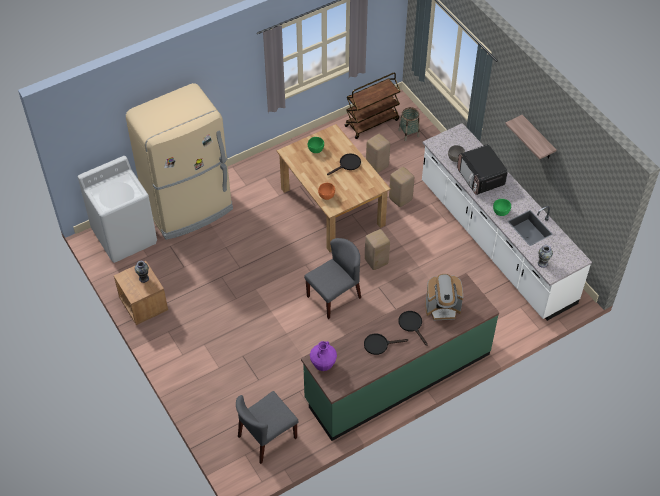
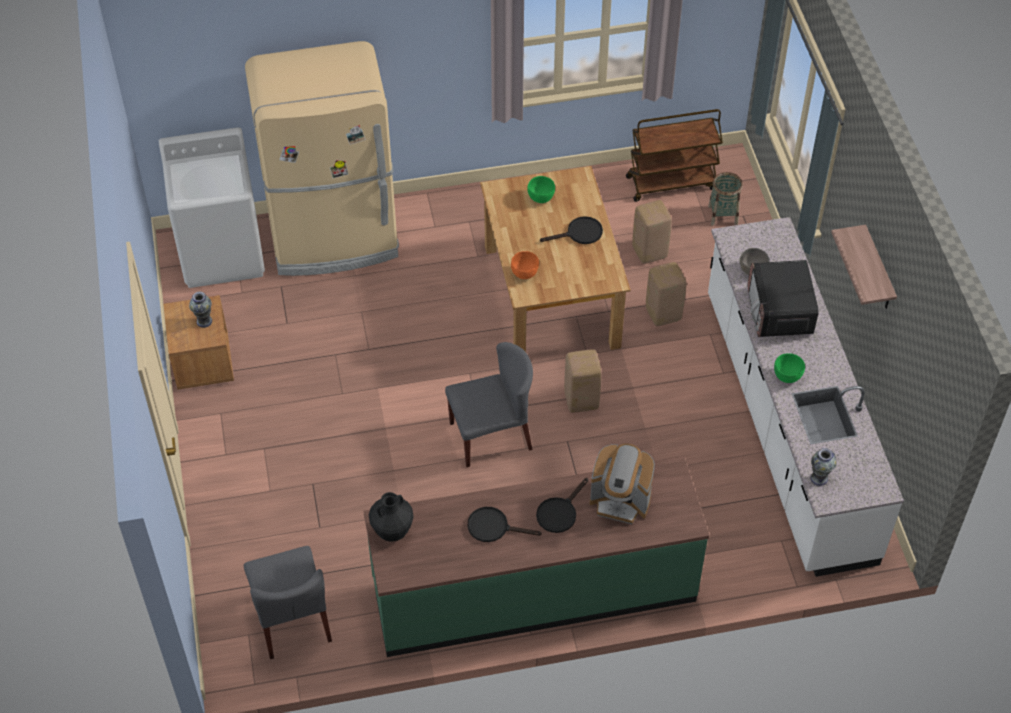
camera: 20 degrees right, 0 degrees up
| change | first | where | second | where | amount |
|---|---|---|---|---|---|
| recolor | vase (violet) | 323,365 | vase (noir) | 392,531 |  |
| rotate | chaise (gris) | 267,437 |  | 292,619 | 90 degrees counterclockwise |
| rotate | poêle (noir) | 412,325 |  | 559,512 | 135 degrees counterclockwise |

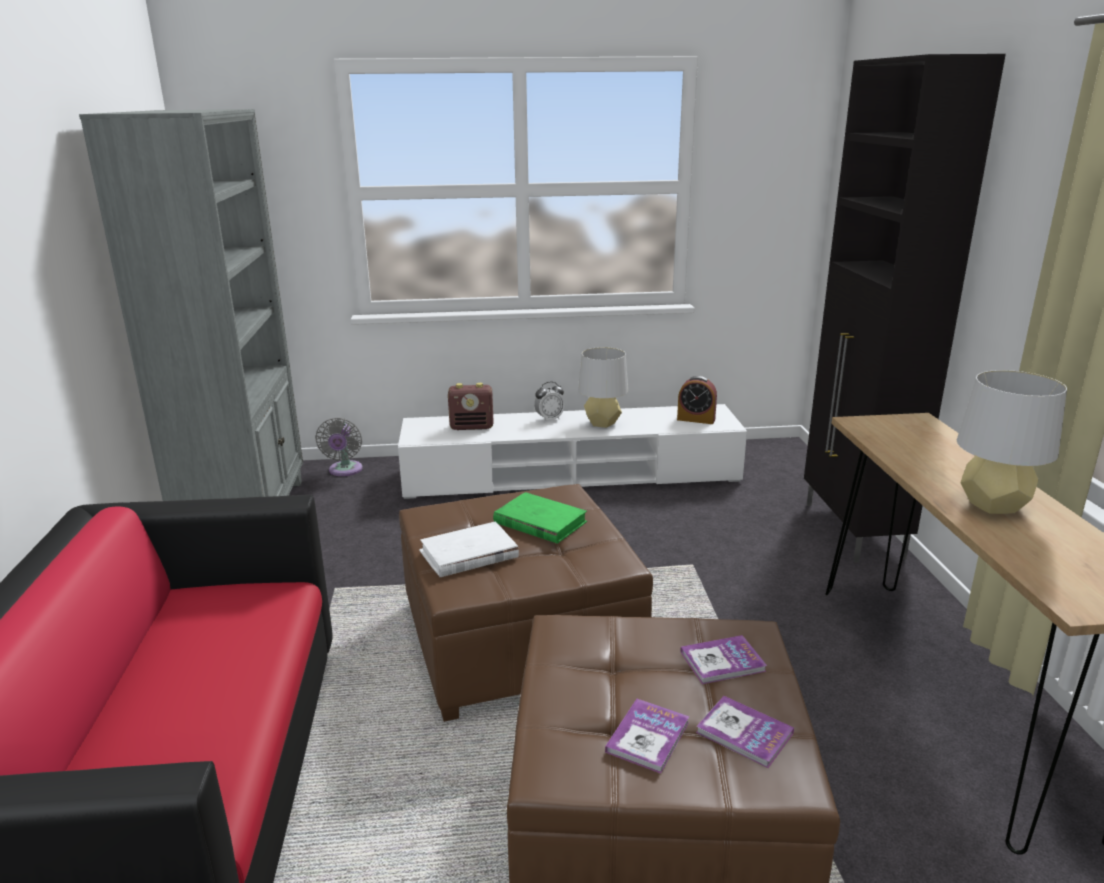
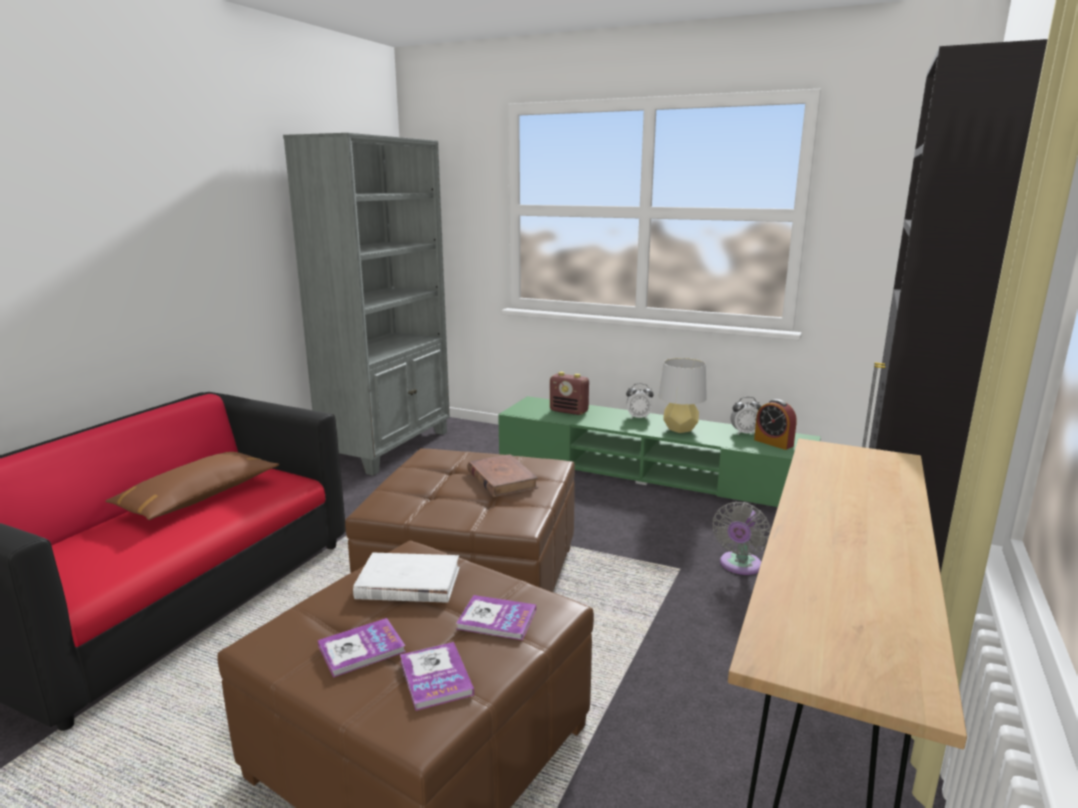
camera: 30 degrees right, 5 degrees down
| change | first | where | second | where | amount |
|---|---|---|---|---|---|
| delete | lampe de table (gris) | 993,505 |  |  |  |
| insert |  |  | coussin (marron) | 198,497 |  |
| insert |  |  | réveil | 744,433 |  |
| move | ventilateur (gris) | 345,471 |  | 739,566 |  |
| move | livre (blanc) | 468,554 |  | 408,583 |  |
| recolor | meuble télé (blanc) | 571,475 | meuble télé (vert) | 650,472 |  |
| recolor | livre (vert) | 539,522 | livre (marron) | 501,479 |  |

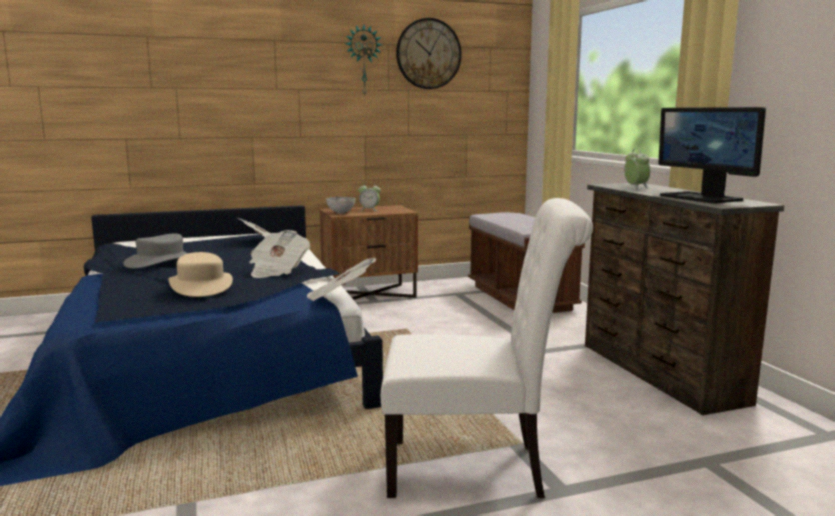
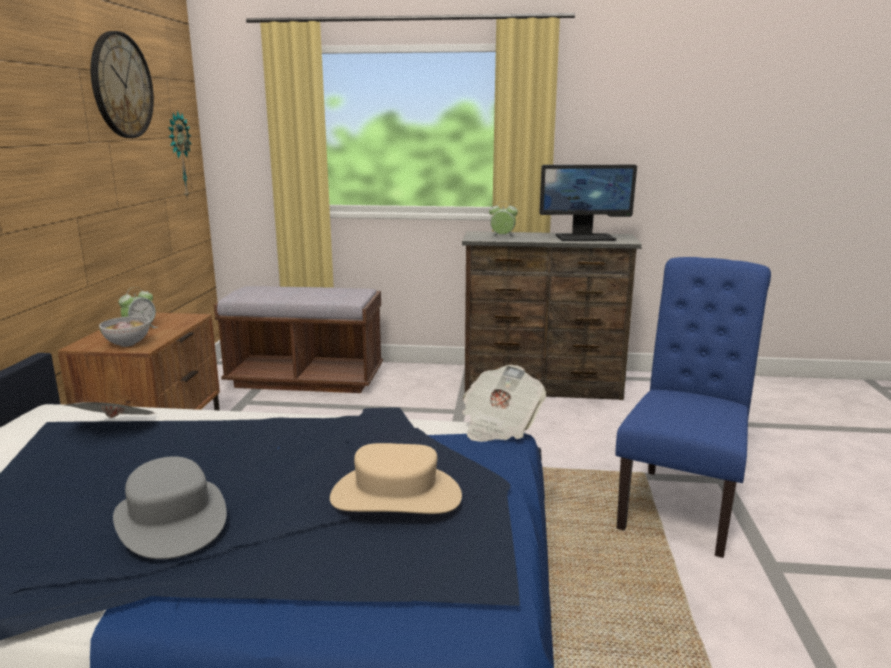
camera: 65 degrees left, 5 degrees up
| change | first | where | second | where | amount |
|---|---|---|---|---|---|
| delete | journal | 277,271 |  |  |  |
| move | horloge murale | 363,60 |  | 178,155 |  |
| recolor | chaise (blanc) | 476,469 | chaise (bleu) | 681,504 |  |

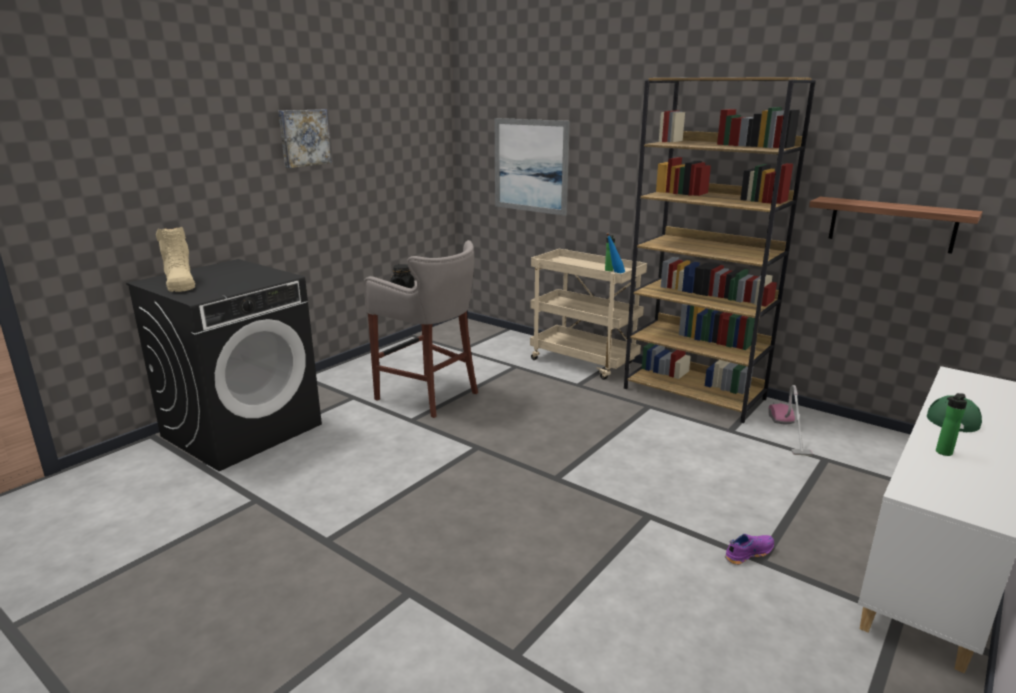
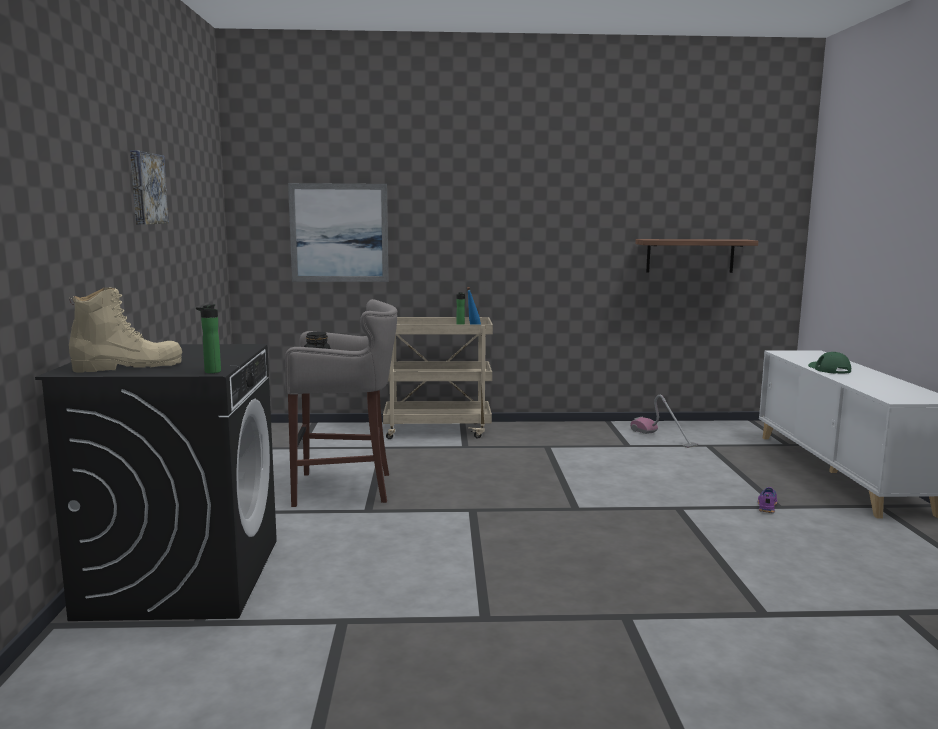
camera: 40 degrees left, 10 degrees down
| change | first | where | second | where | amount |
|---|---|---|---|---|---|
| delete | bibliothèque (marron) | 694,394 |  |  |  |
| move | bouteille | 942,453 |  | 211,372 |  |
| rotate | botte (beige) | 180,283 |  | 128,366 | 45 degrees counterclockwise |

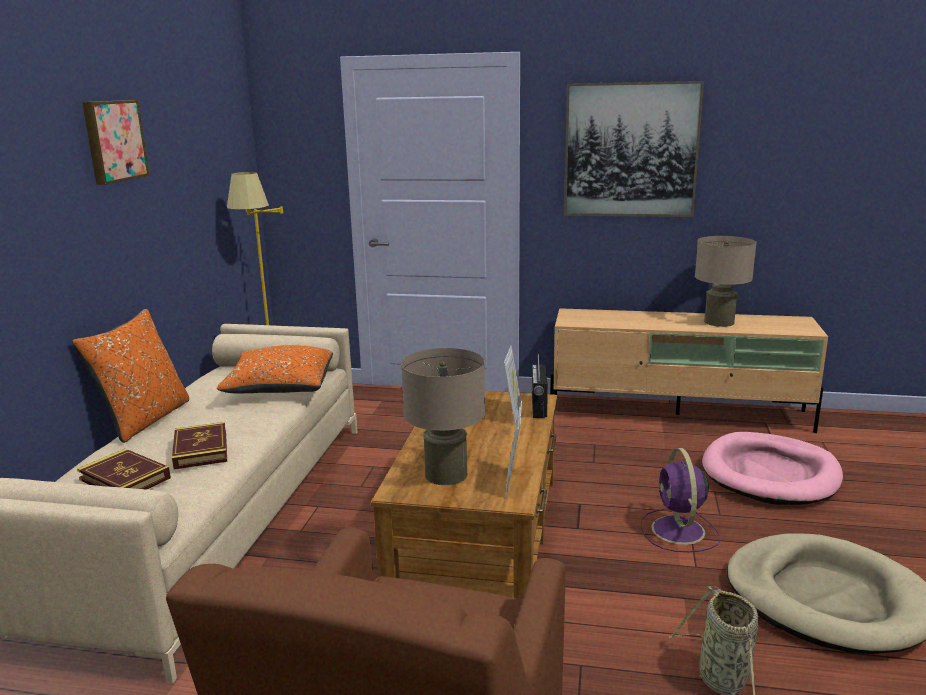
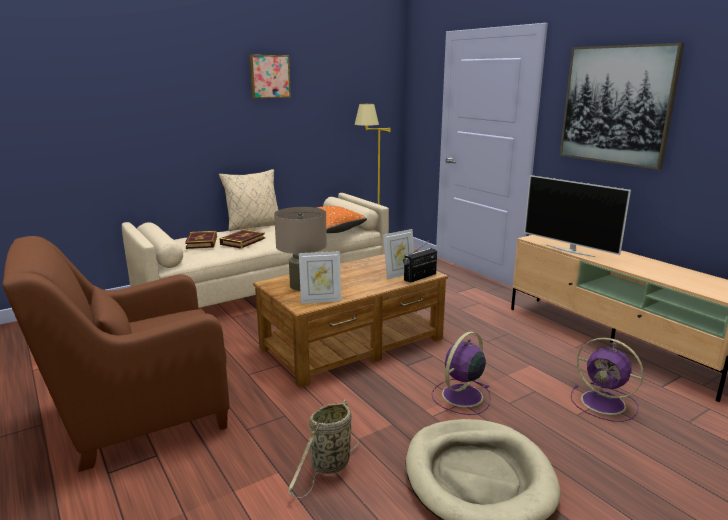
camera: 45 degrees right, 0 degrees up
| change | first | where | second | where | amount |
|---|---|---|---|---|---|
| delete | lampe de table (beige) | 719,322 |  |  |  |
| insert |  |  | téléviseur | 570,250 |  |
| replace | panier pour chien (rose) | 770,474 | ventilateur (violet) | 605,403 |  |
| recolor | coussin (orange) | 145,420 | coussin (beige) | 254,226 |  |
| rotate | cadre photo | 514,483 |  | 320,300 | 150 degrees counterclockwise |

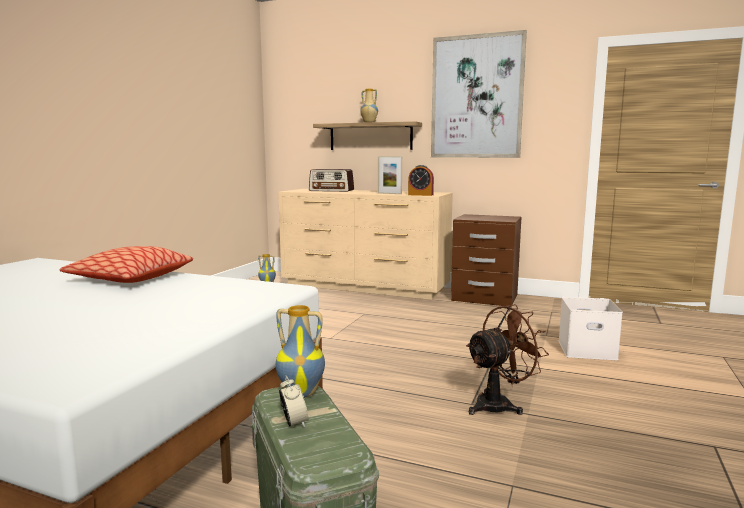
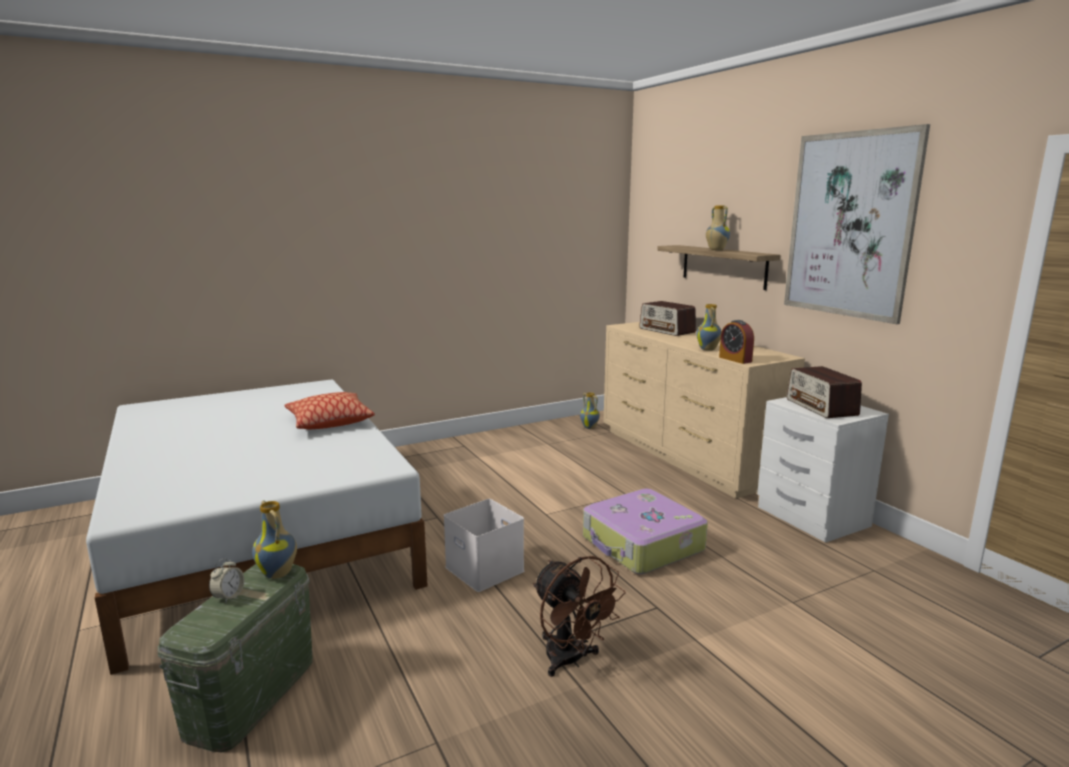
camera: 40 degrees right, 5 degrees up
| change | first | where | second | where | amount |
|---|---|---|---|---|---|
| insert |  |  | valise | 642,545 |  |
| insert |  |  | radio | 821,407 |  |
| move | boîte de rangement (blanc) | 587,349 |  | 486,569 |  |
| replace | cadre photo | 389,193 | vase | 708,349 |  |
| recolor | table de chevet (marron) | 484,298 | table de chevet (blanc) | 811,517 |  |
| rotate | ventilateur (marron) | 499,404 |  | 571,660 | 45 degrees clockwise |

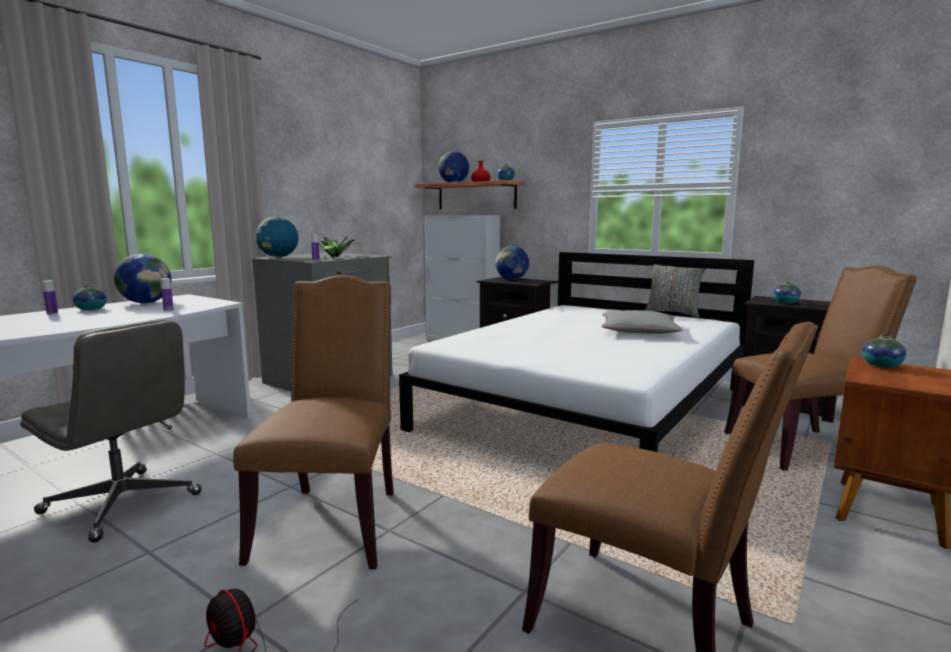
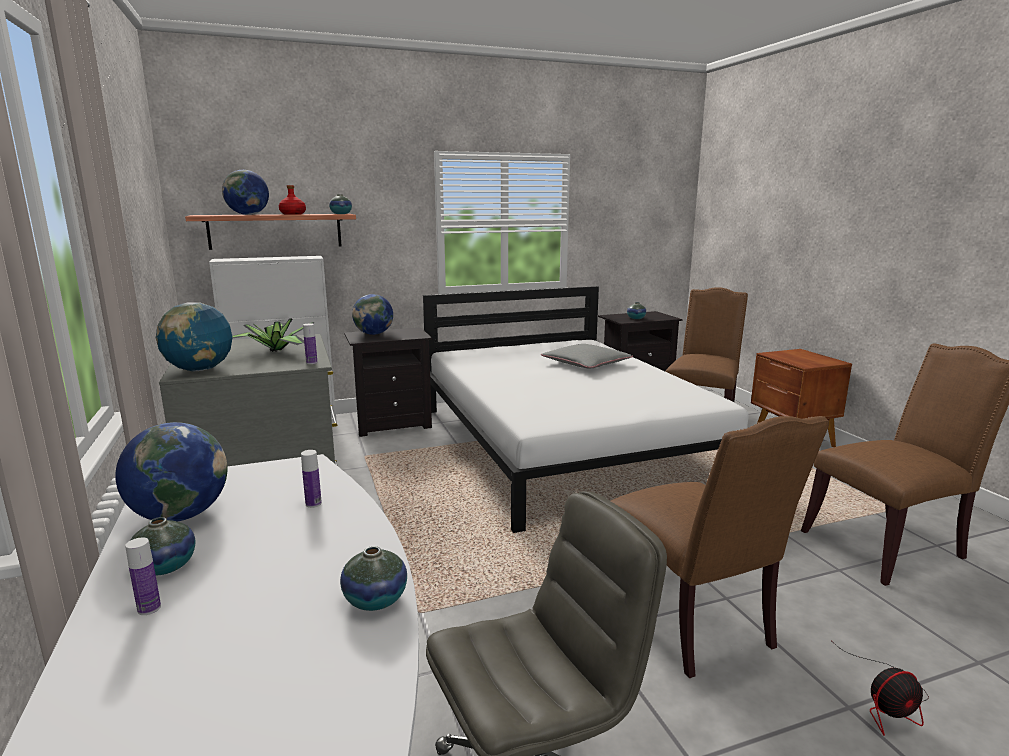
camera: 55 degrees left, 5 degrees up
| change | first | where | second | where | amount |
|---|---|---|---|---|---|
| delete | coussin (gris) | 673,314 |  |  |  |
| move | vase | 881,365 |  | 375,600 |  |
| rotate | chaise (marron) | 332,521 |  | 691,622 | 150 degrees counterclockwise |

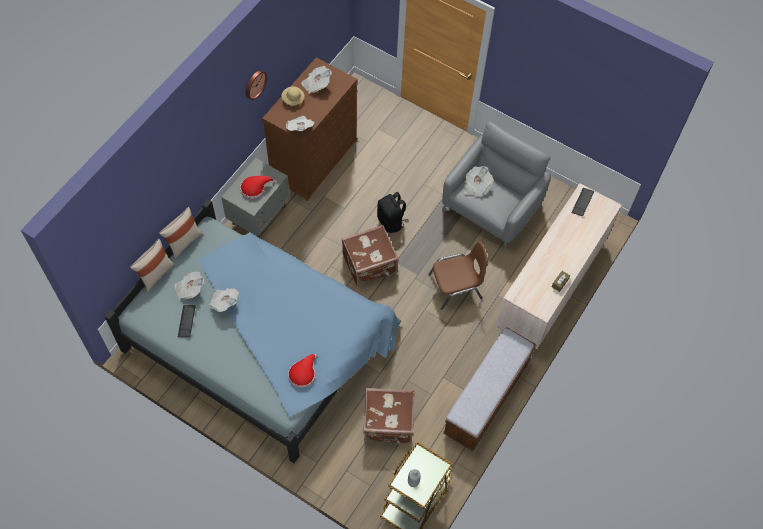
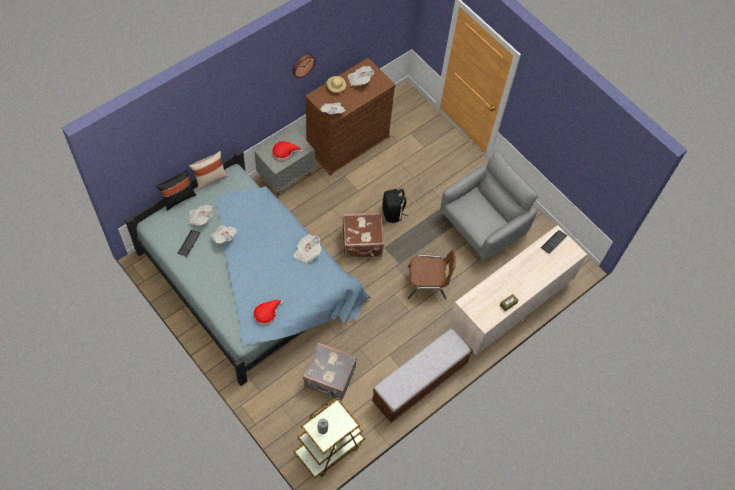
camera: 15 degrees right, 0 degrees up
| change | first | where | second | where | amount |
|---|---|---|---|---|---|
| move | journal | 476,186 |  | 307,252 |  |
| recolor | coussin (beige) | 155,274 | coussin (noir) | 178,198 |  |
| recolor | valise (marron) | 388,423 | valise (gris) | 329,378 |  |

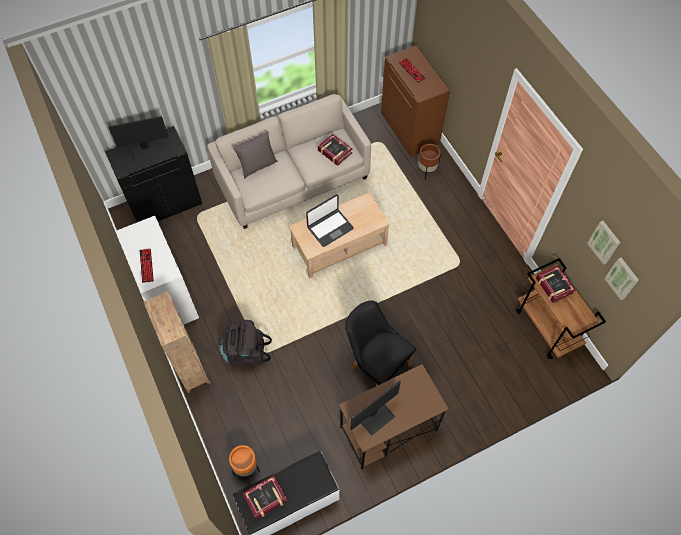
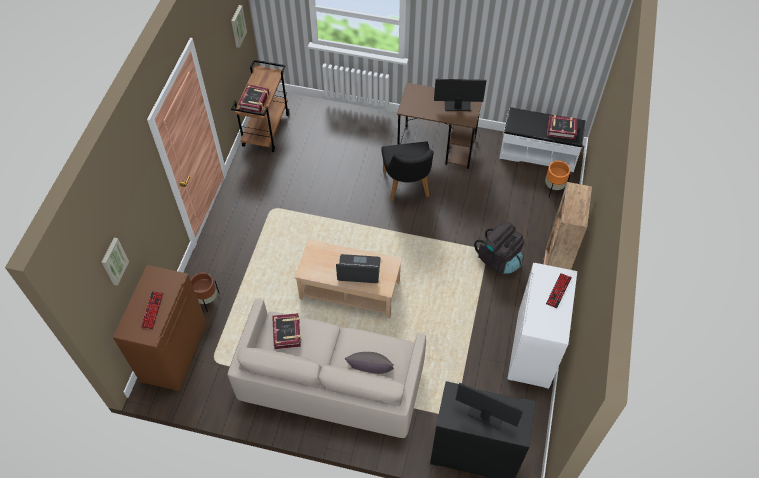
camera: 140 degrees left, 5 degrees down
| change | first | where | second | where | amount |
|---|---|---|---|---|---|
| move | tableau | 605,242 |  | 113,261 |  |

